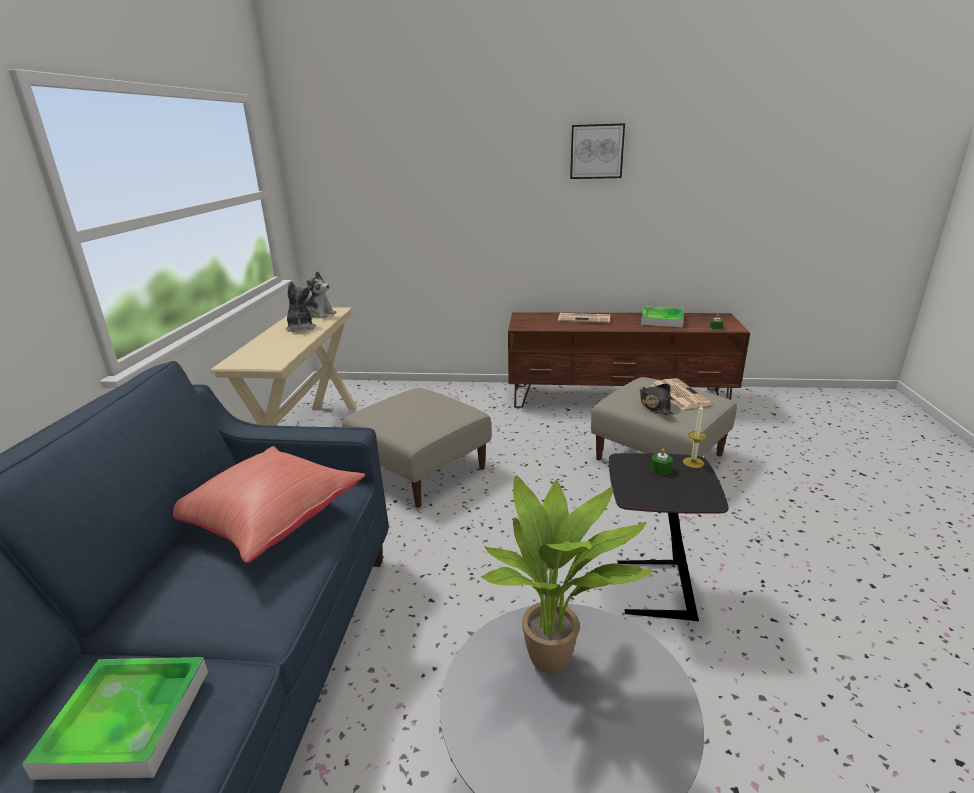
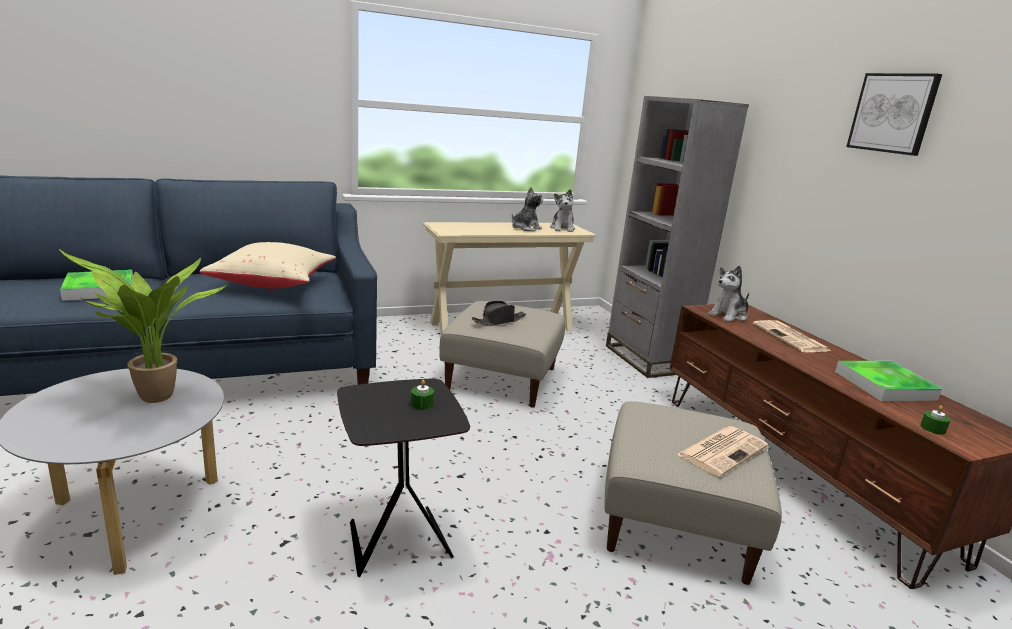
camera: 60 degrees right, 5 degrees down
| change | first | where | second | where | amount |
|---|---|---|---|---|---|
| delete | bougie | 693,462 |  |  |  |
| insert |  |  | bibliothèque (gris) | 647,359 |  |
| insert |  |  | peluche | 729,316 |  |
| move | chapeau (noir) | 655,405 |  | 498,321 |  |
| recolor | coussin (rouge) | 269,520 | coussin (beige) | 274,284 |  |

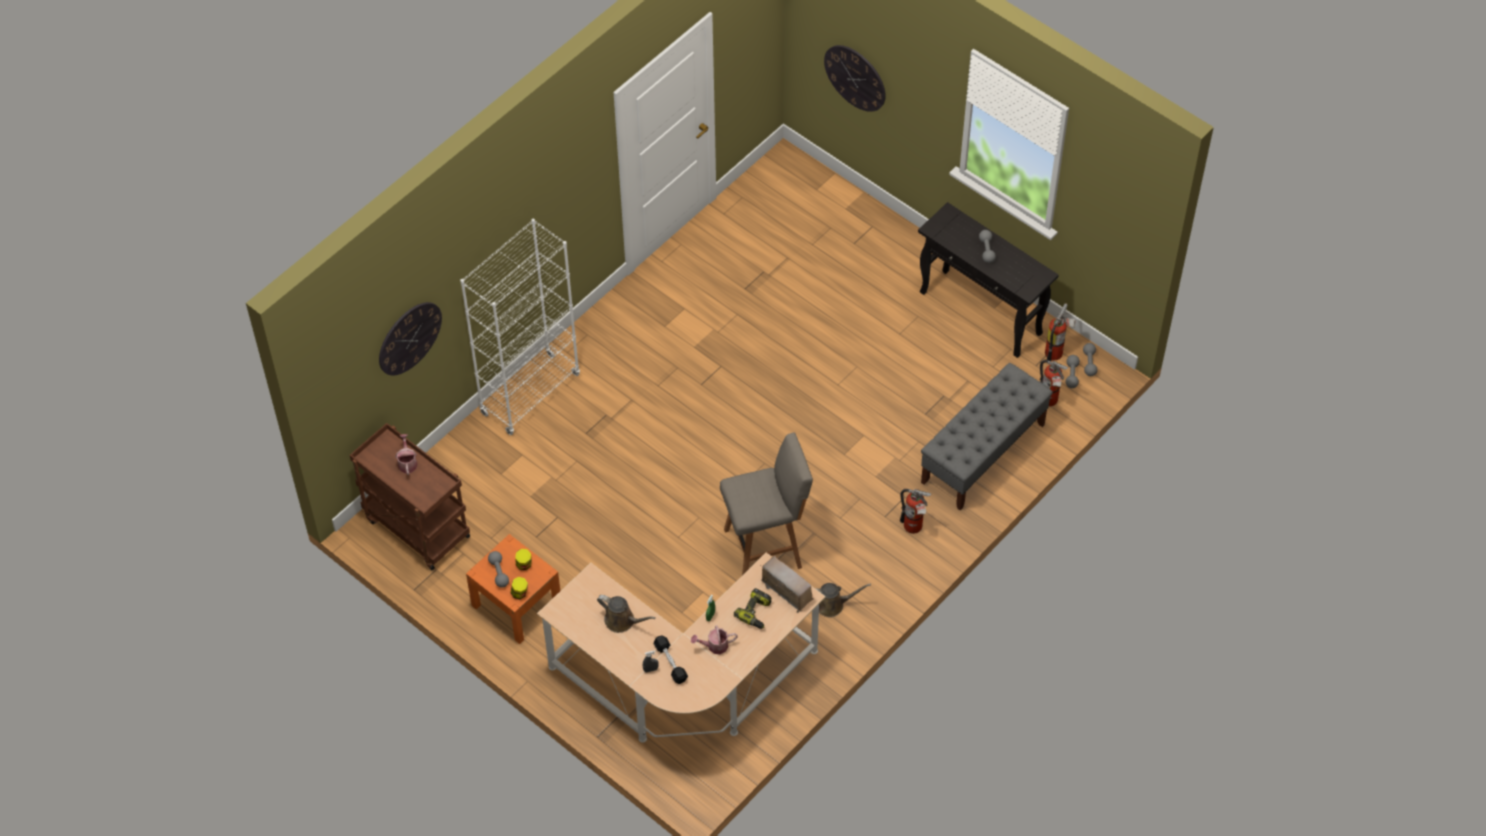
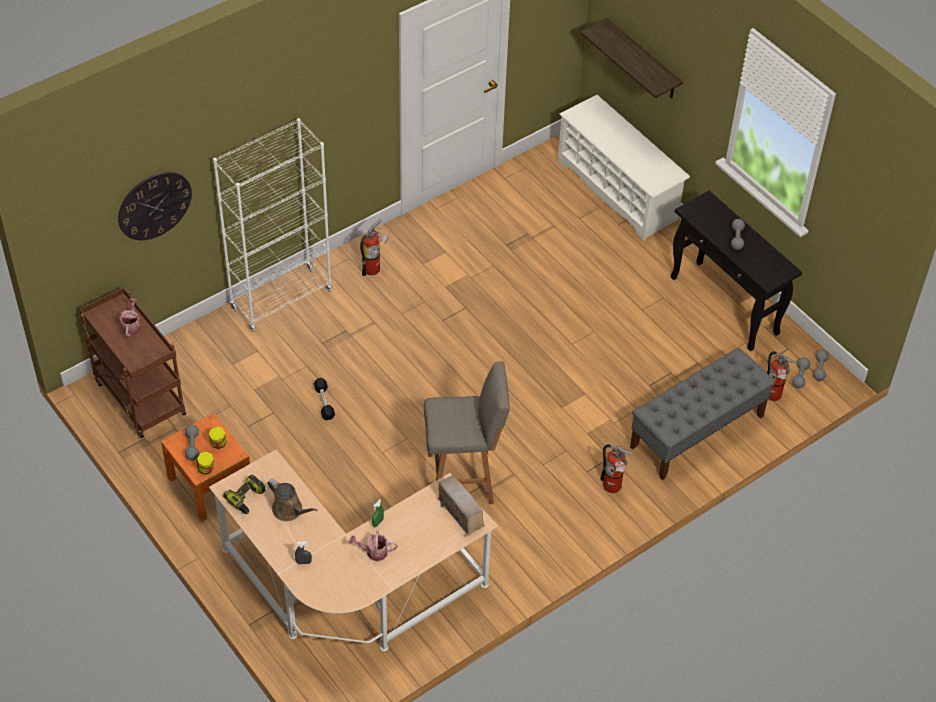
camera: 10 degrees right, 5 degrees down
| change | first | where | second | where | amount |
|---|---|---|---|---|---|
| delete | arrosoir (marron) | 832,604 |  |  |  |
| insert |  |  | étagère à chaussures (blanc) | 618,191 |  |
| move | haltère (noir) | 670,663 |  | 324,402 |  |
| move | perceuse | 756,613 |  | 247,498 |  |
| move | extincteur | 1056,352 |  | 374,268 |  |
| replace | horloge murale | 855,77 | étagère | 643,61 |  |

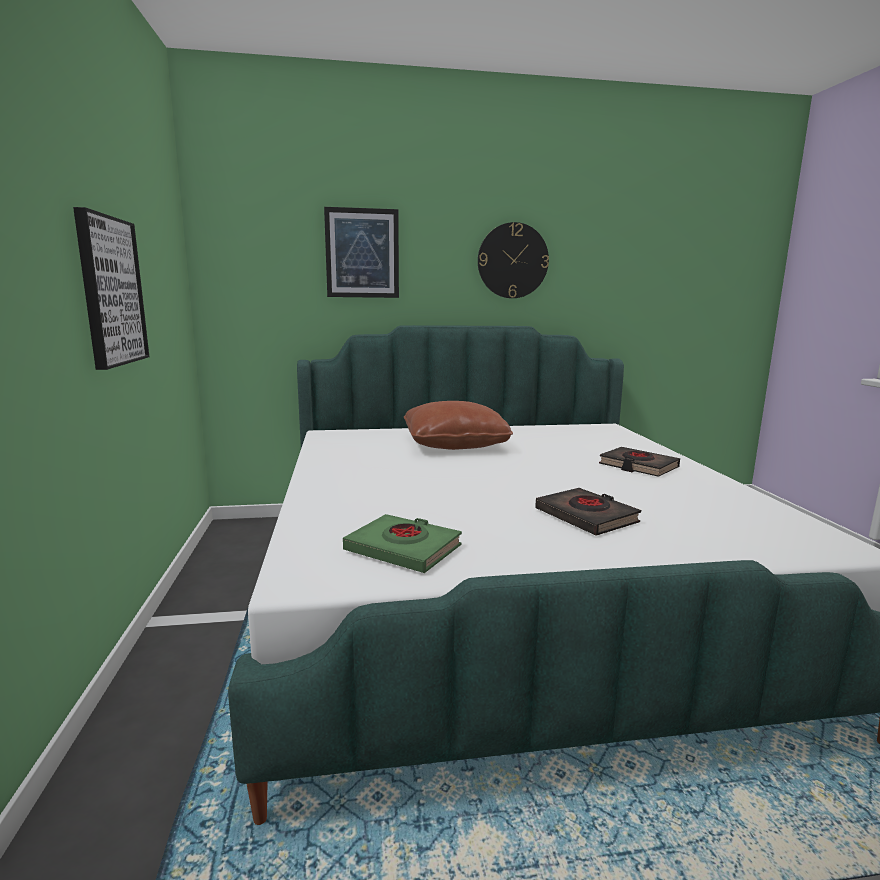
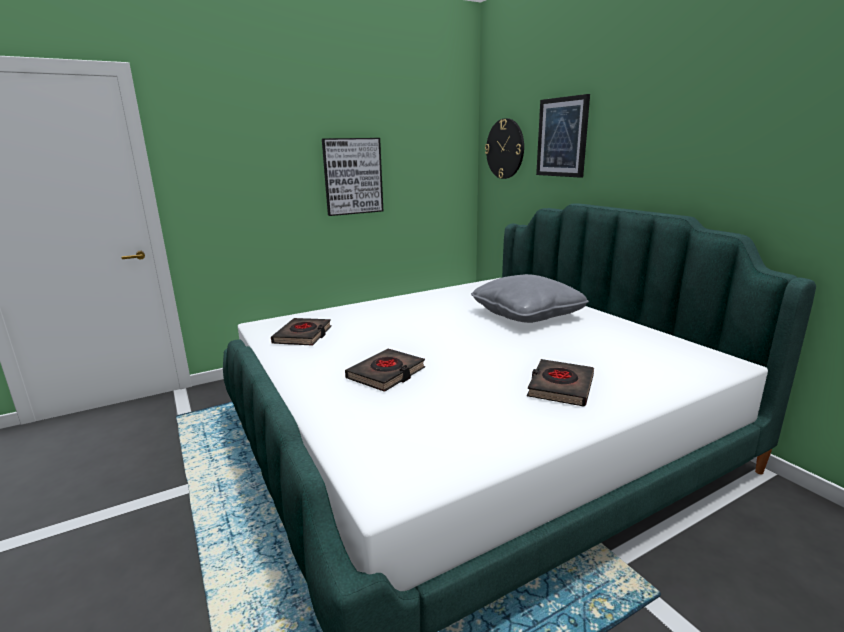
camera: 70 degrees right, 5 degrees up
| change | first | where | second | where | amount |
|---|---|---|---|---|---|
| move | horloge murale | 512,261 |  | 505,149 |  |
| recolor | livre (vert) | 403,549 | livre (noir) | 303,335 |  |
| recolor | coussin (marron) | 454,444 | coussin (gris) | 527,315 |  |

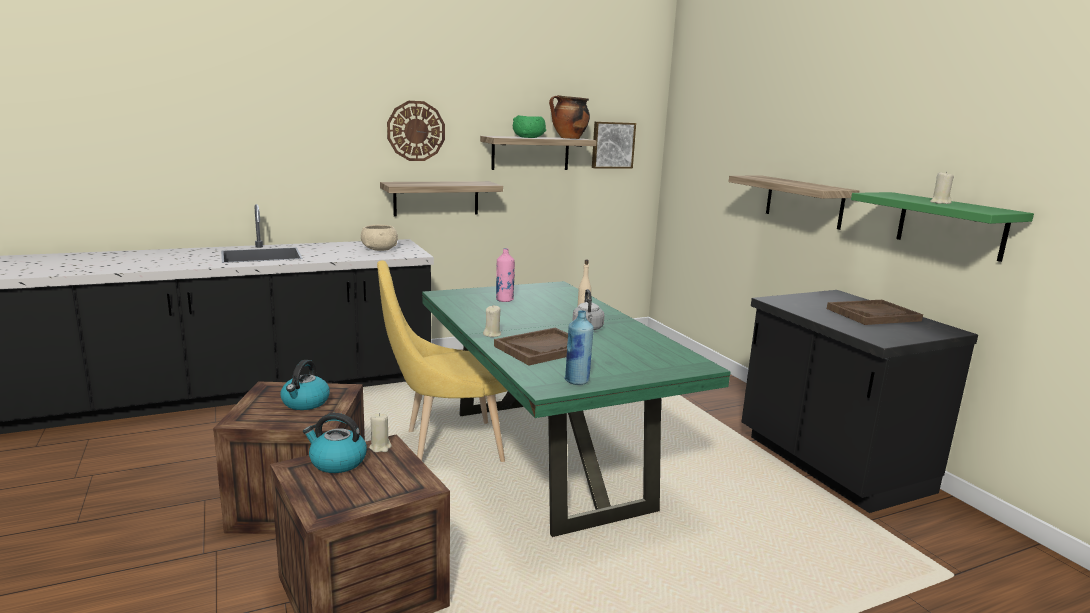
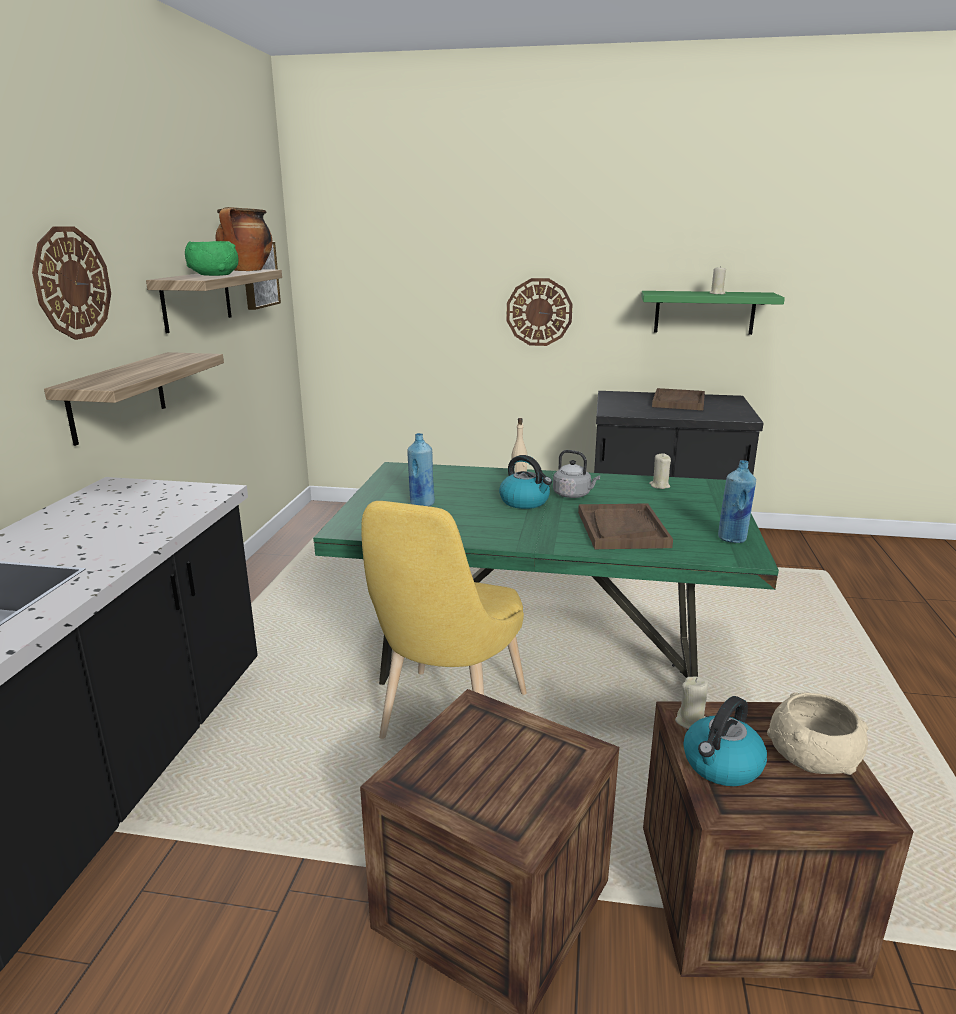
camera: 55 degrees left, 5 degrees up
| change | first | where | second | where | amount |
|---|---|---|---|---|---|
| move | bouilloire | 305,403 |  | 525,502 |  |
| move | bol (beige) | 379,249 |  | 812,758 |  |
| move | bougie (beige) | 492,334 |  | 659,486 |  |
| replace | étagère | 804,201 | horloge murale | 539,312 |  |
| recolor | bouteille (rose) | 504,300 | bouteille (bleu) | 421,504 |  |

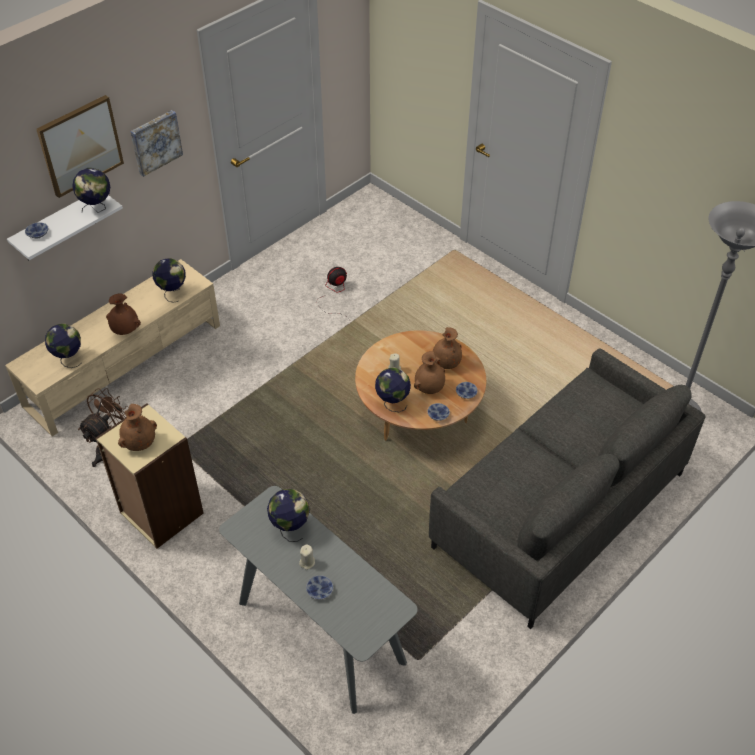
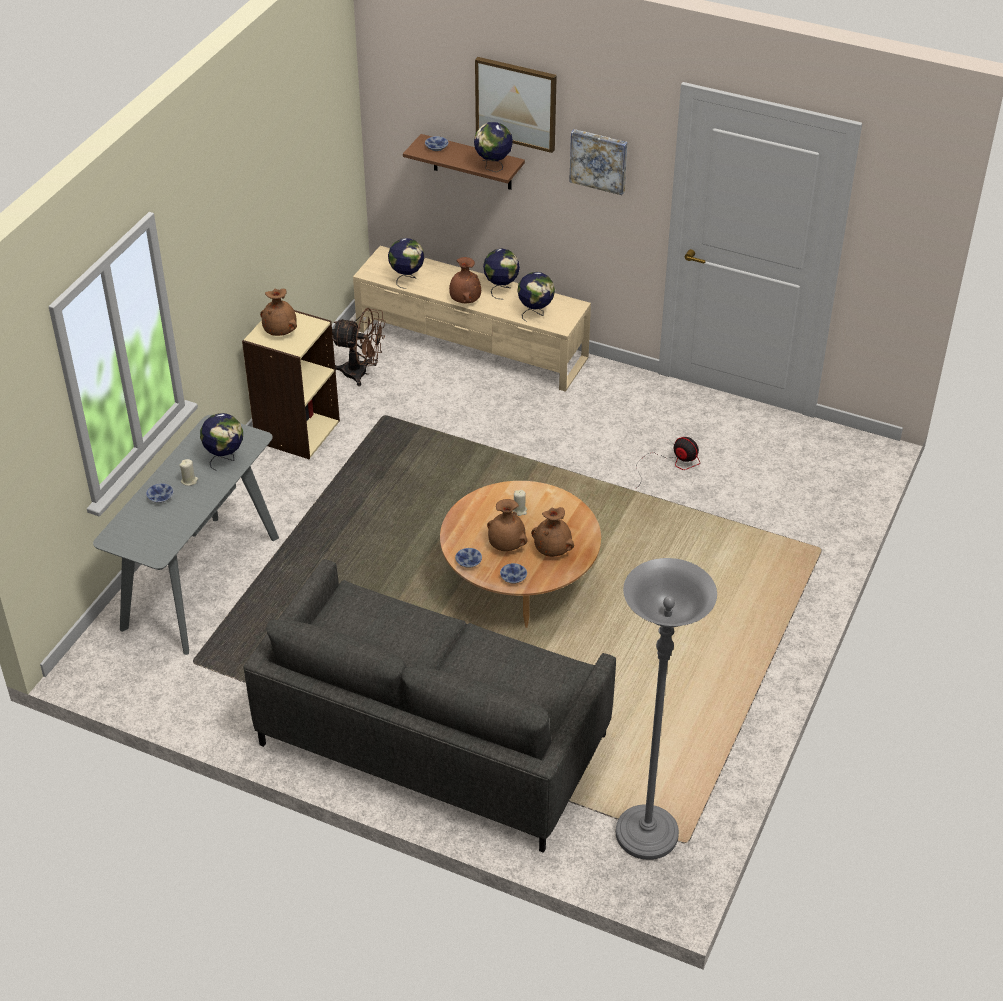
camera: 70 degrees right, 5 degrees down
| change | first | where | second | where | amount |
|---|---|---|---|---|---|
| move | globe | 392,403 |  | 501,290 |  |
| recolor | étagère (blanc) | 58,227 | étagère (marron) | 472,162 |  |

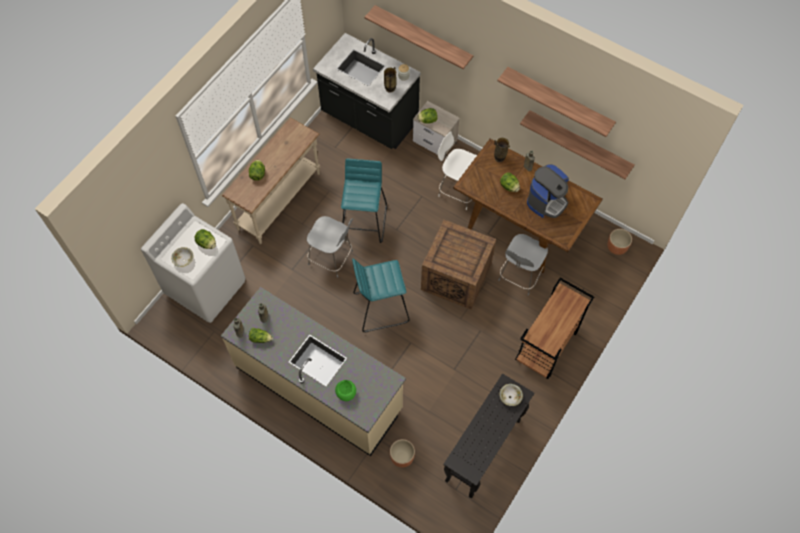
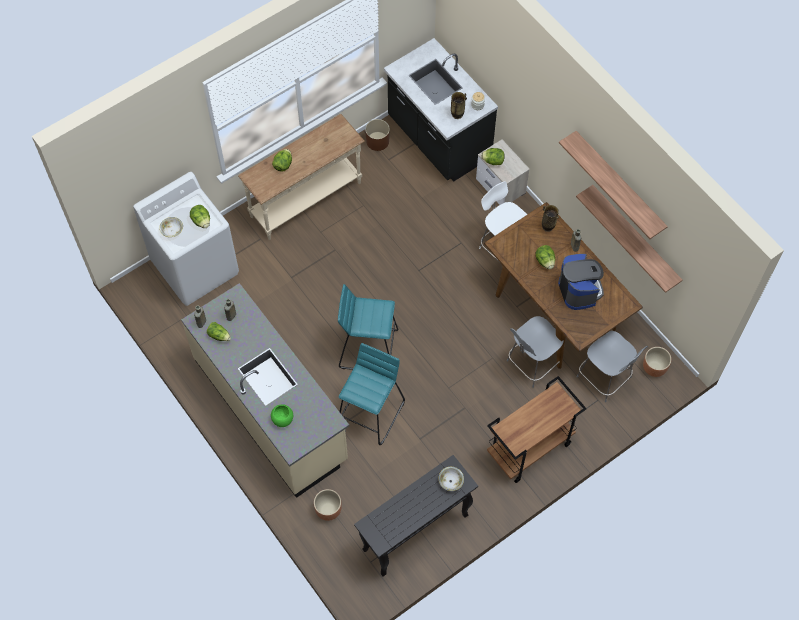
camera: 20 degrees right, 0 degrees up
| change | first | where | second | where | amount |
|---|---|---|---|---|---|
| delete | étagère | 423,37 |  |  |  |
| delete | caisse | 457,276 |  |  |  |
| insert |  |  | cache-pot (marron) | 377,141 |  |
| move | chaise (gris) | 332,258 |  | 605,378 |  |
| move | tabouret (turquoise) | 364,222 |  | 371,413 |  |
| rotate | machine à café | 546,201 |  | 579,290 | 75 degrees counterclockwise |

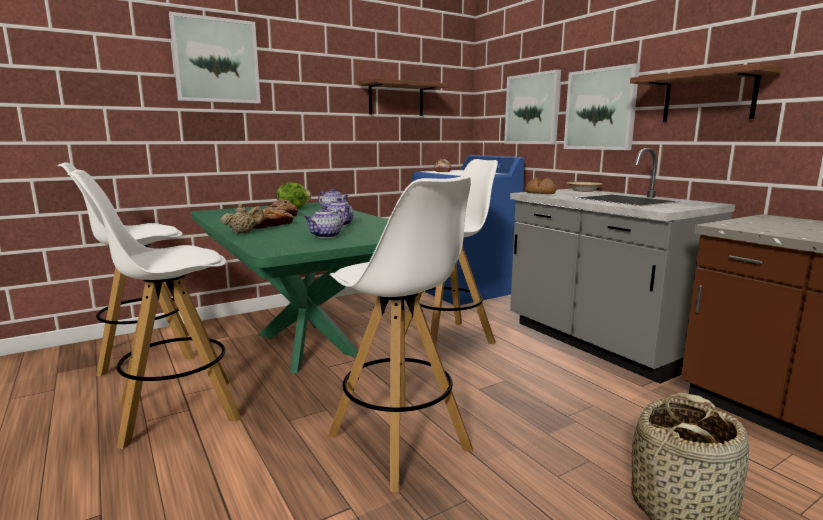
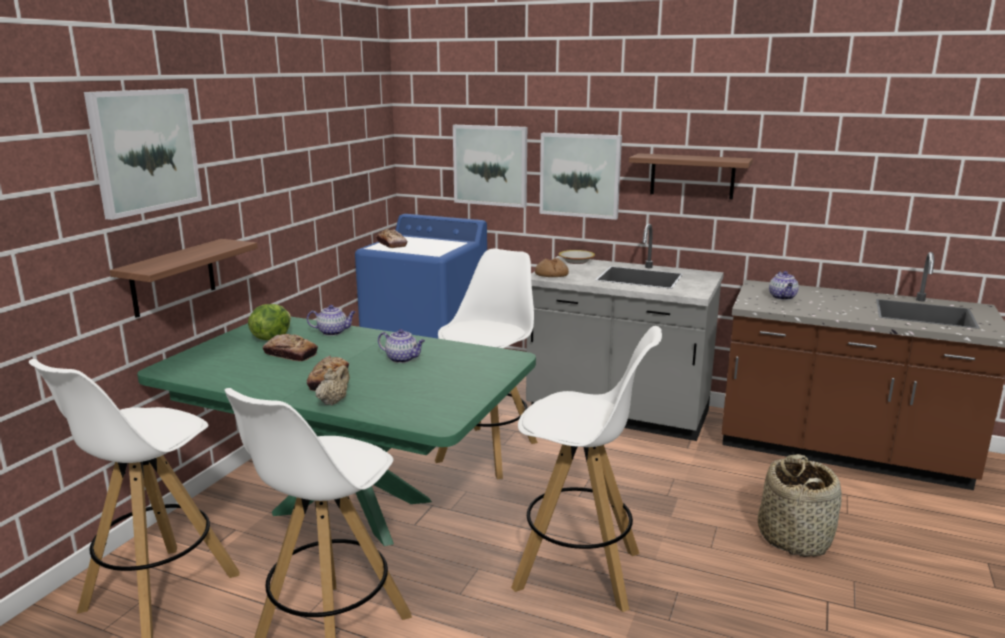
camera: 35 degrees left, 5 degrees up
| change | first | where | second | where | amount |
|---|---|---|---|---|---|
| move | théière | 325,236 |  | 783,297 |  |
| move | étagère | 396,99 |  | 173,277 |  |

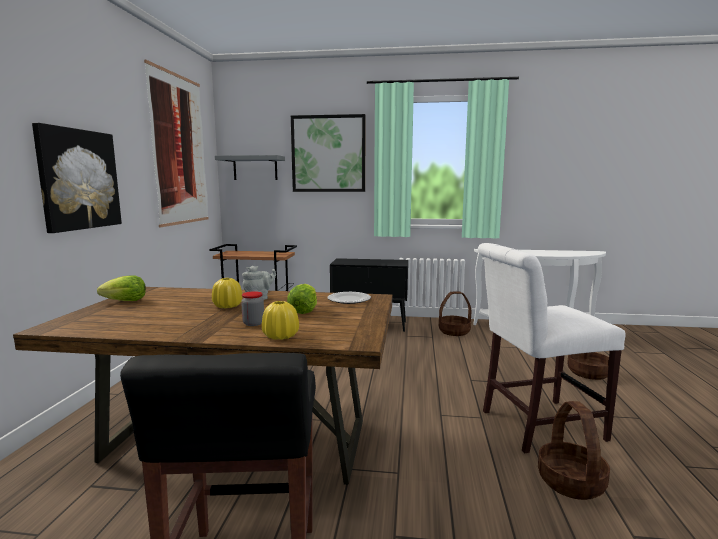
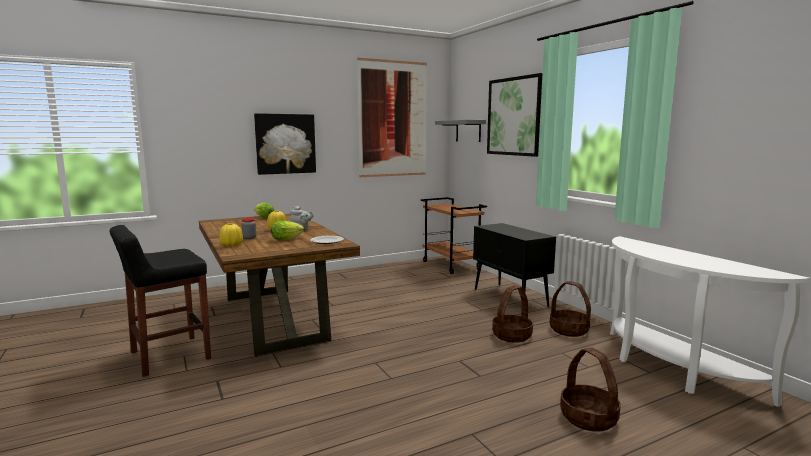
camera: 55 degrees right, 0 degrees up
| change | first | where | second | where | amount |
|---|---|---|---|---|---|
| delete | chaise (blanc) | 535,425 |  |  |  |
| move | panier | 570,481 |  | 511,335 |  |

